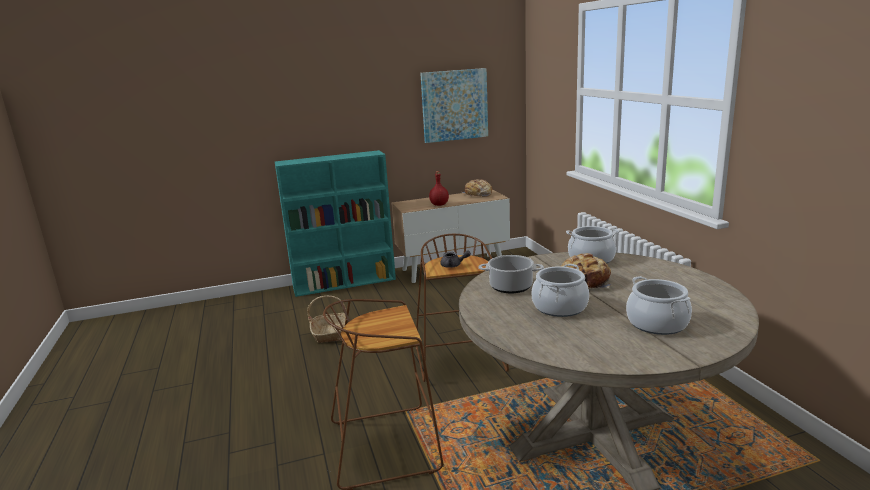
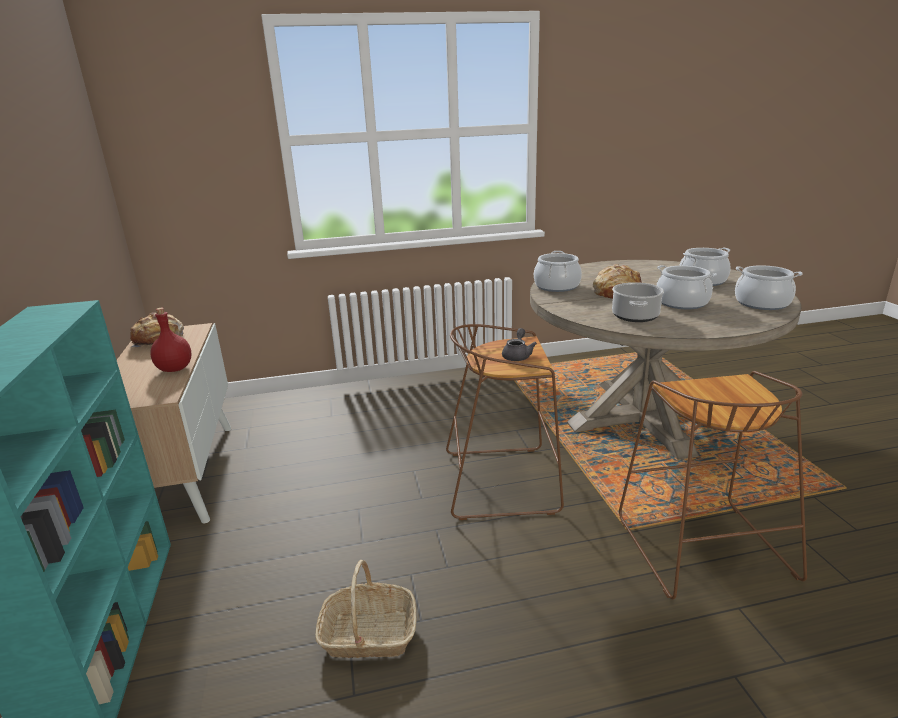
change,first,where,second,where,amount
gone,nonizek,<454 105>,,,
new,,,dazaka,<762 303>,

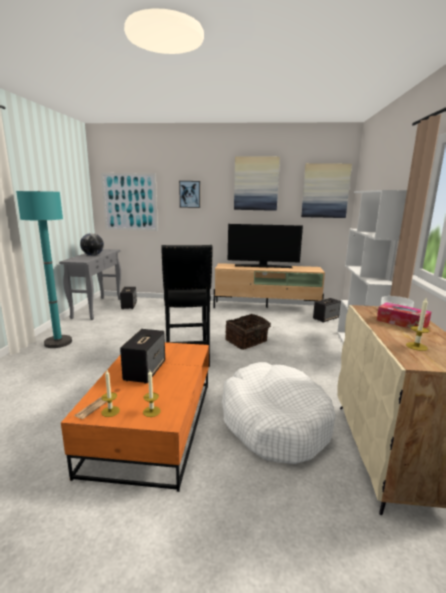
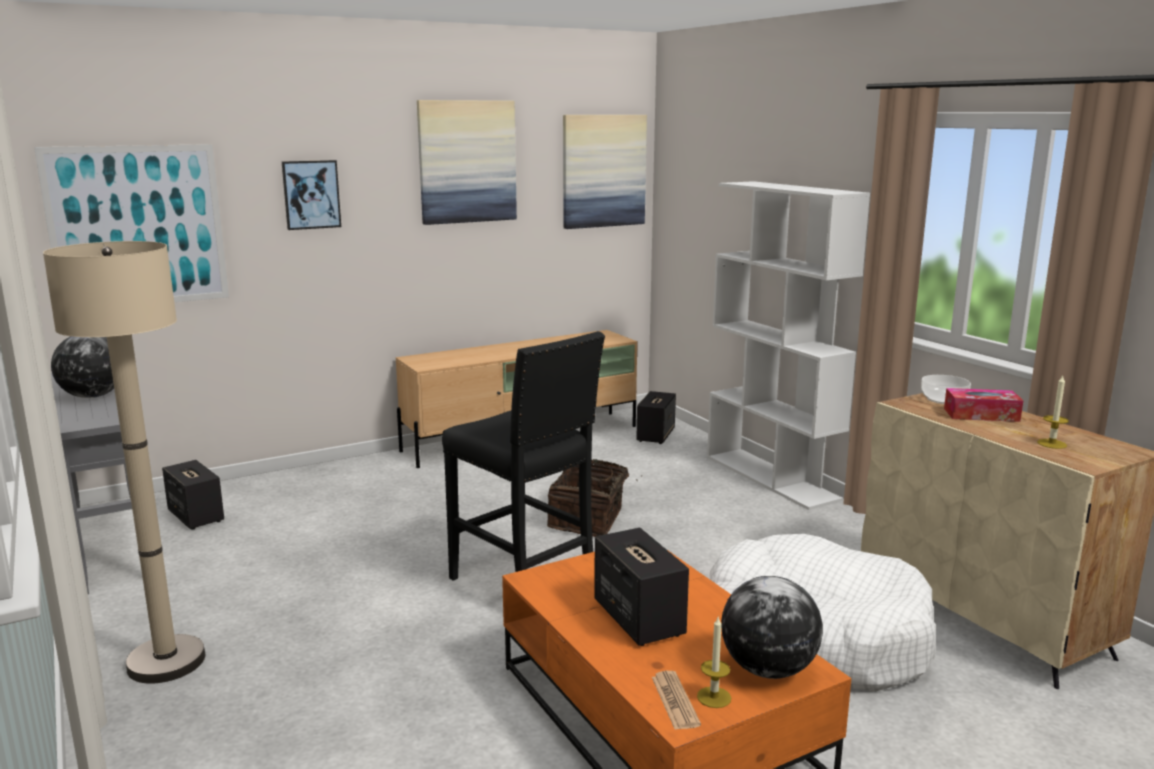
change,first,where,second,where,amount
repainted,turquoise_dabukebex,<58 342>,beige_dabukebex,<166 662>,
gone,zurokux,<263 266>,,,
swapped,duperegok,<151 411>,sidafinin,<769 669>,

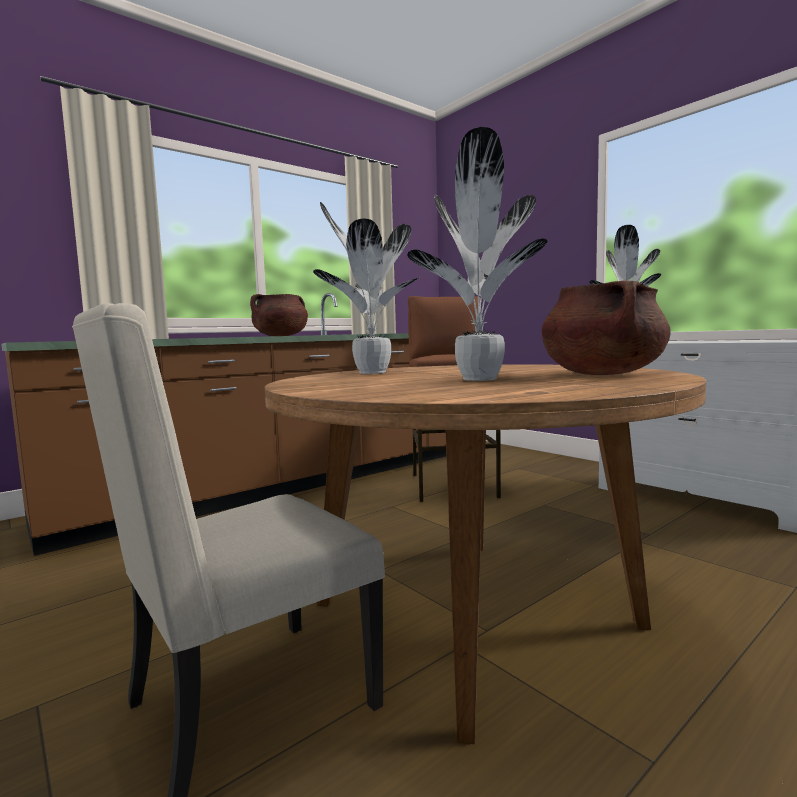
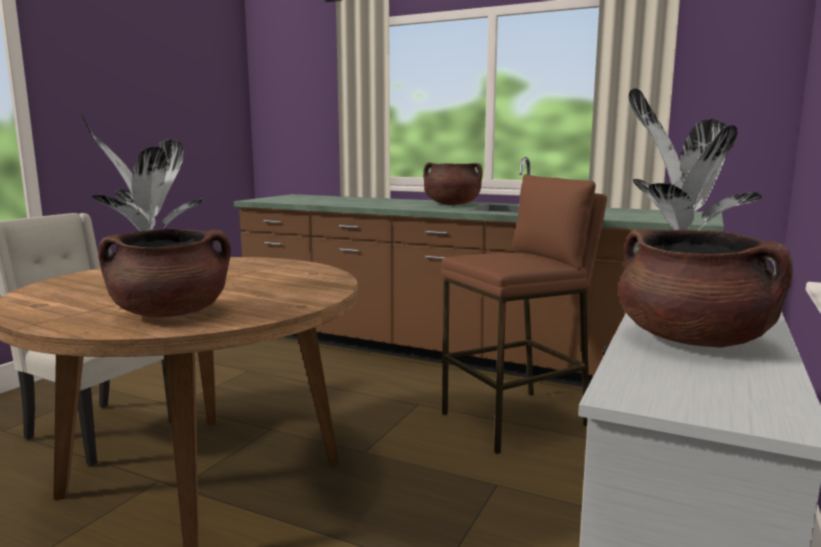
change,first,where,second,where,amount
gone,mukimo,<369 372>,,,
new,,,brown_dazaka,<693 340>,

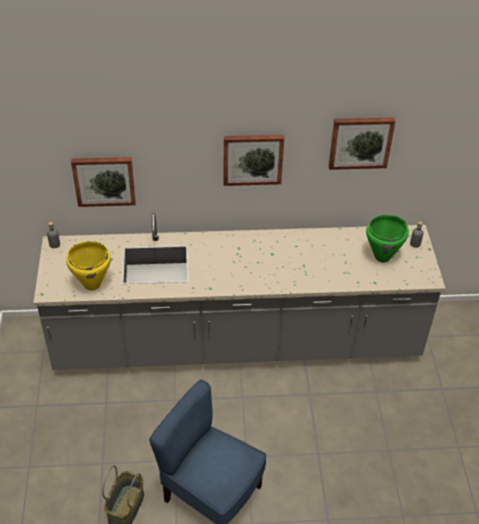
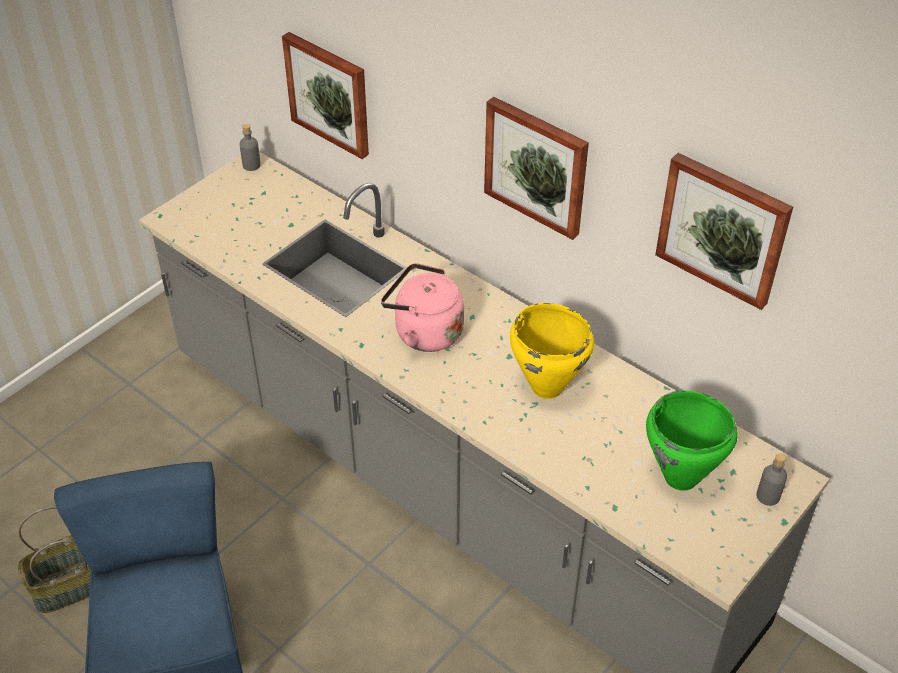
change,first,where,second,where,amount
shifted,yellow_dazaka,<92 284>,,<547 386>,
new,,,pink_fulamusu,<424 332>,

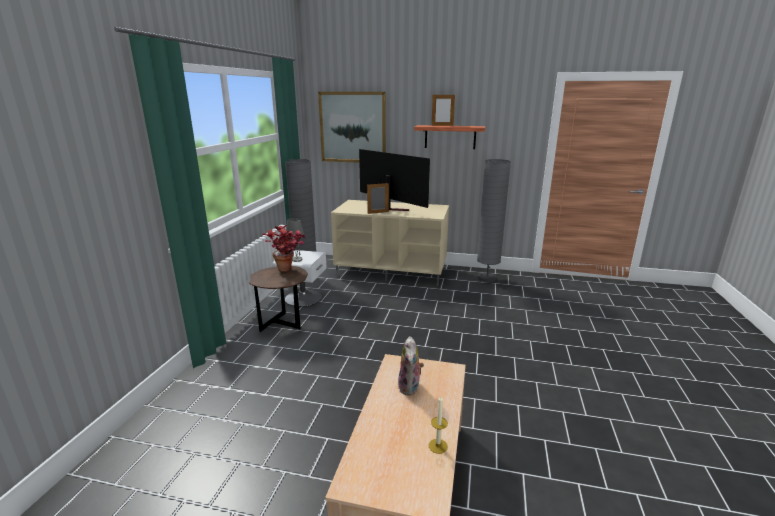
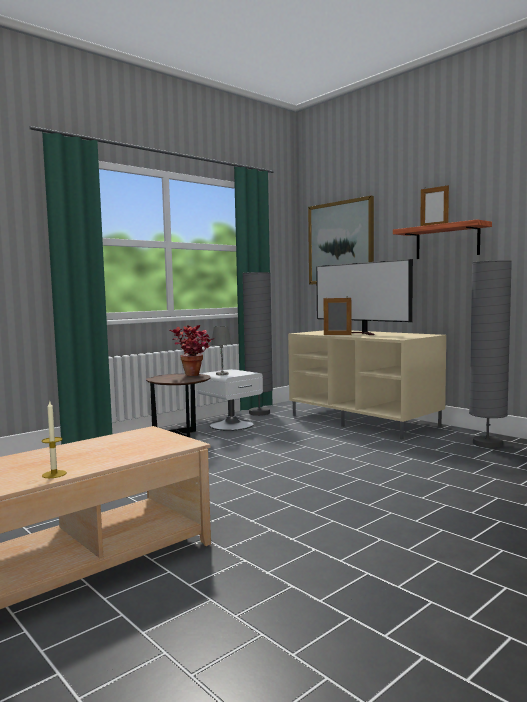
change,first,where,second,where,amount
rotated,zurokux,<391 208>,,<361 334>,150 degrees clockwise
gone,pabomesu,<410 387>,,,

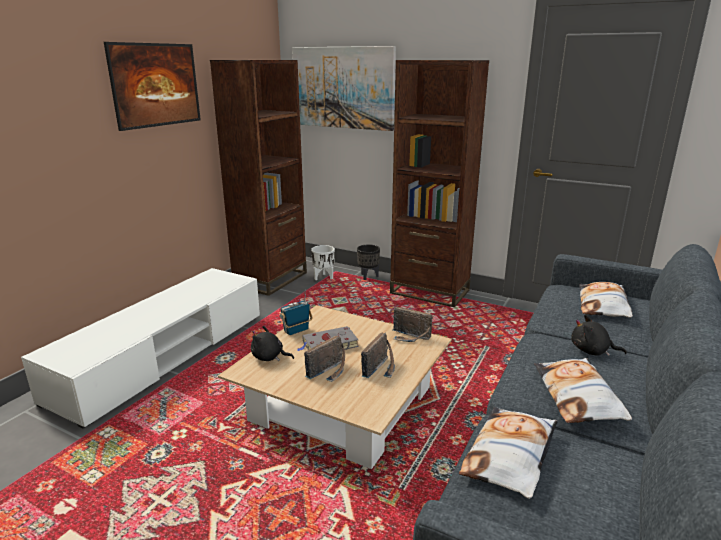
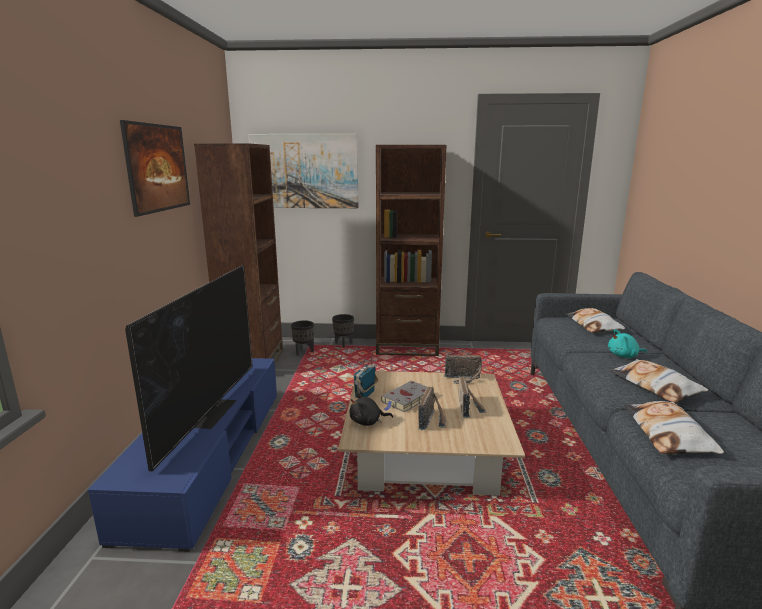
change,first,where,second,where,amount
repainted,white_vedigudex,<323 277>,black_vedigudex,<303 352>,
repainted,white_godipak,<164 355>,blue_godipak,<209 456>,
repainted,black_pabomesu,<592 351>,turquoise_pabomesu,<624 356>,
new,,,zurokux,<210 412>,

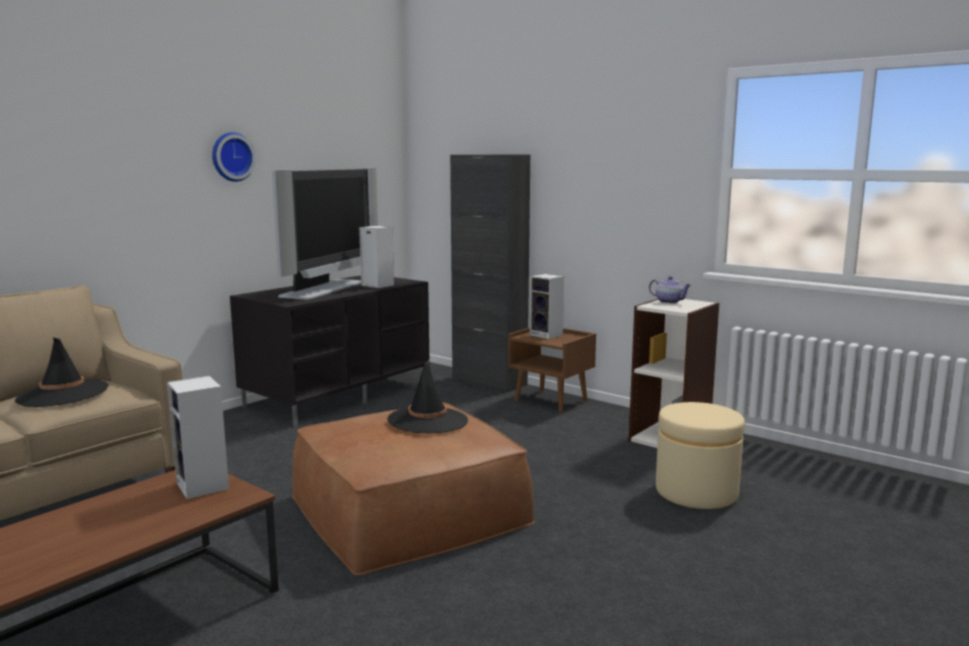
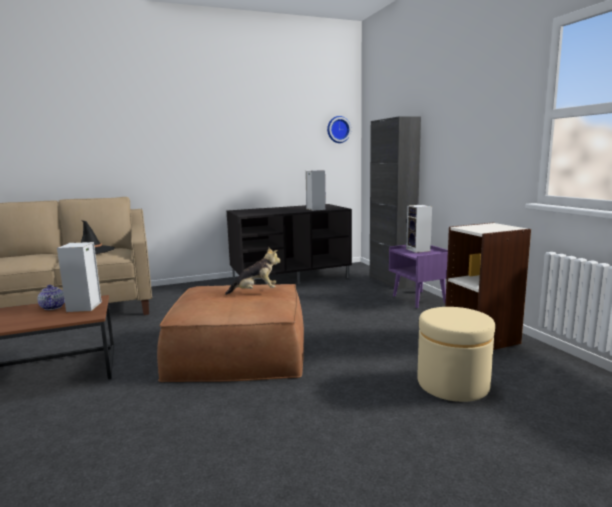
change,first,where,second,where,amount
shifted,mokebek,<231 157>,,<338 129>,
gone,zurokux,<325 289>,,,
shifted,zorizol,<669 302>,,<53 307>,
repainted,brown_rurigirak,<552 401>,purple_rurigirak,<419 299>,
swapped,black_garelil,<428 420>,pabomesu,<255 292>,

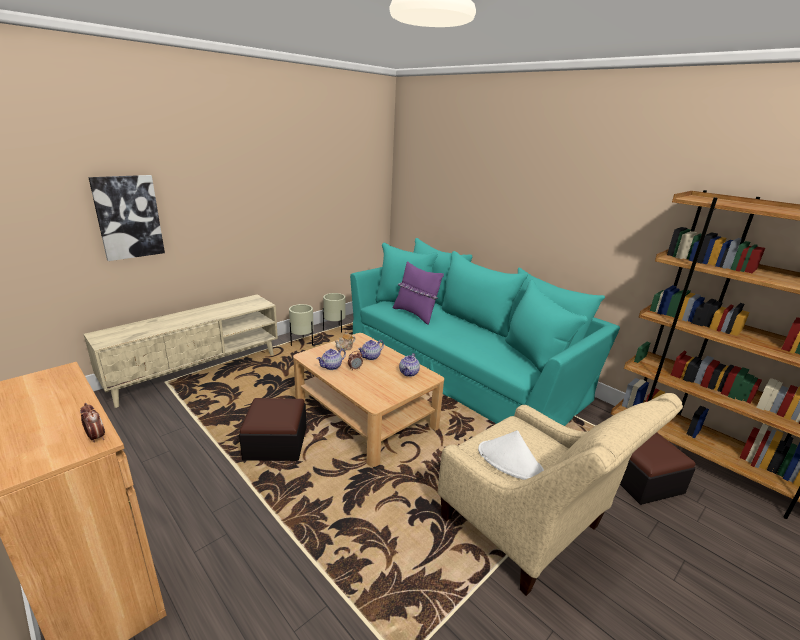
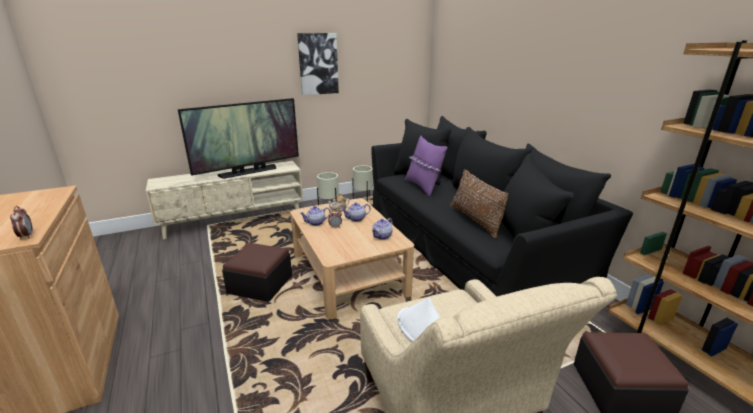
change,first,where,second,where,amount
shifted,nonizek,<128 217>,,<318 64>,
repainted,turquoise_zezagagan,<462 368>,black_zezagagan,<465 245>,
new,,,zurokux,<249 172>,
new,,,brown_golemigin,<475 220>,

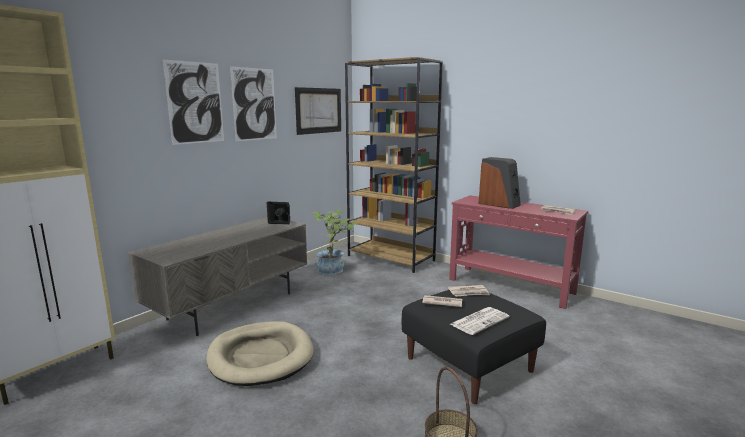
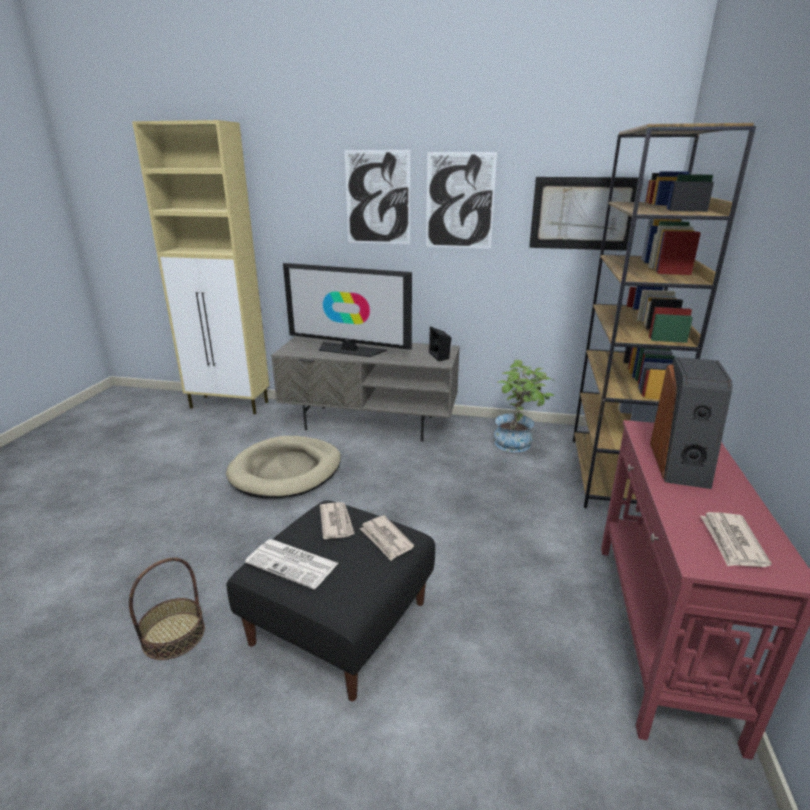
change,first,where,second,where,amount
new,,,zurokux,<349 350>,

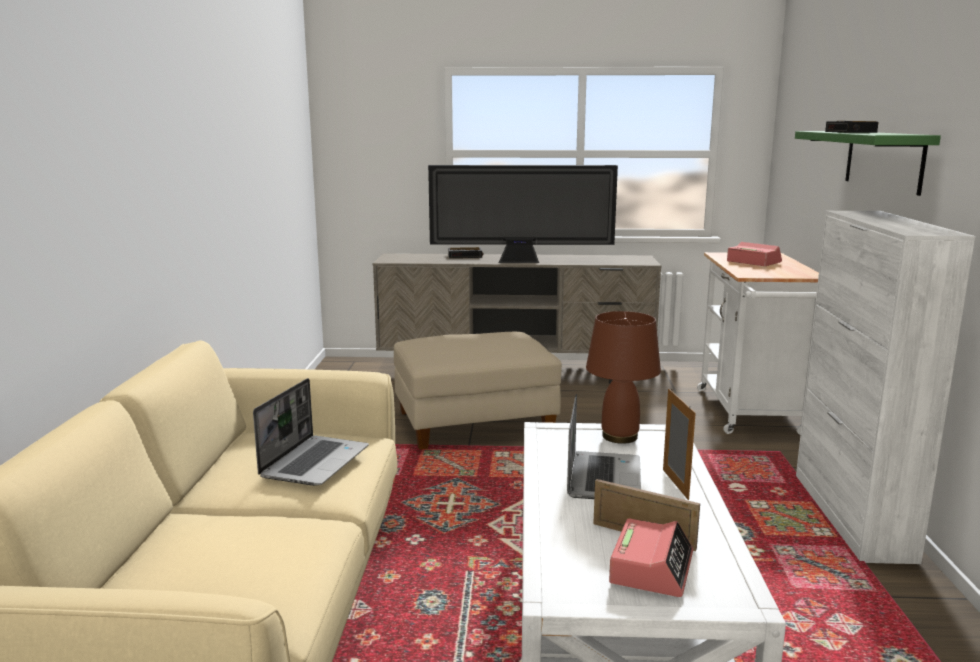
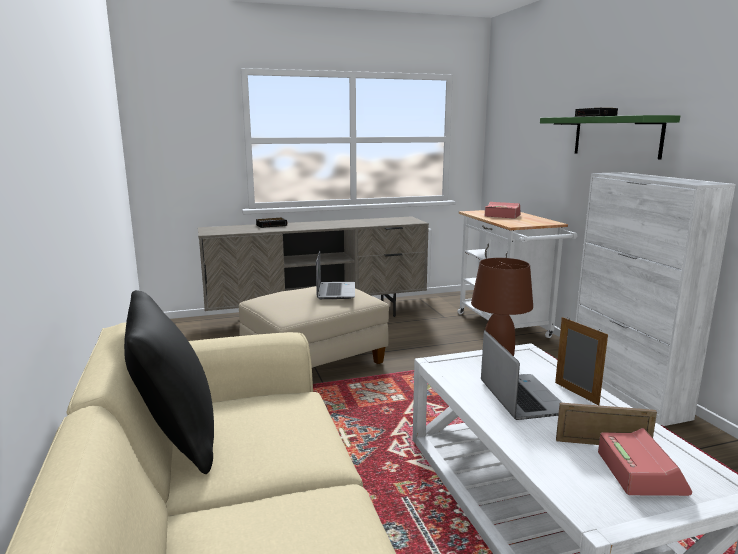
change,first,where,second,where,amount
gone,zurokux,<521 261>,,,
shifted,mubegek,<315 462>,,<335 291>,
new,,,black_golemigin,<176 439>,

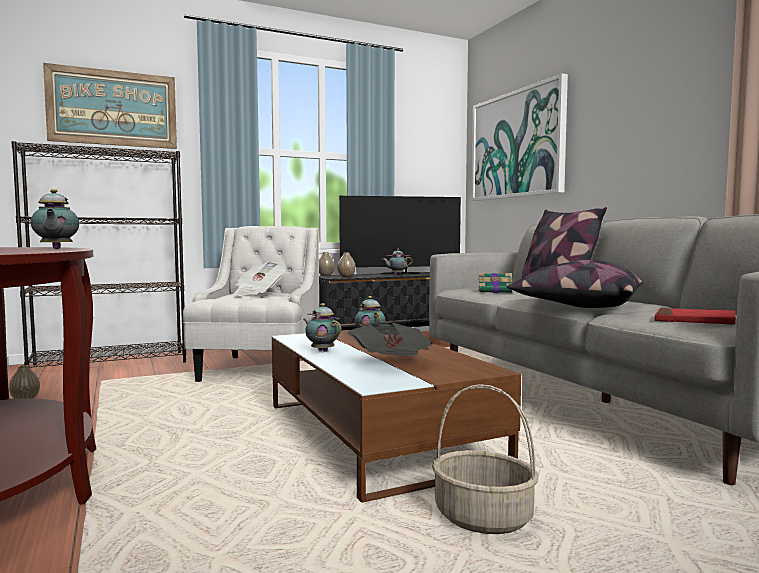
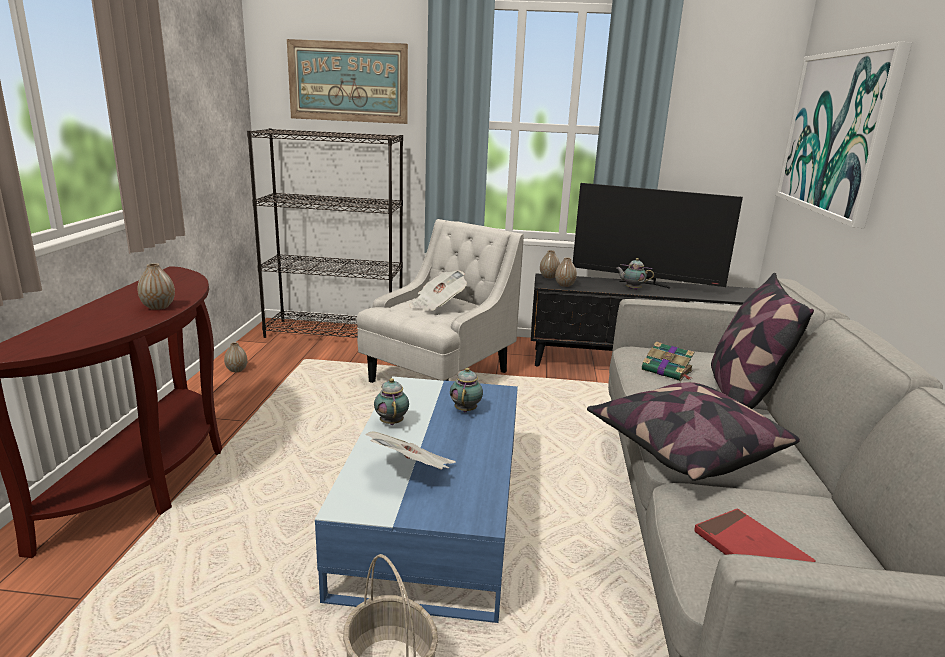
change,first,where,second,where,amount
swapped,zorizol,<55 249>,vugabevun,<158 307>,
repainted,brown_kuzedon,<376 434>,blue_kuzedon,<434 514>,

